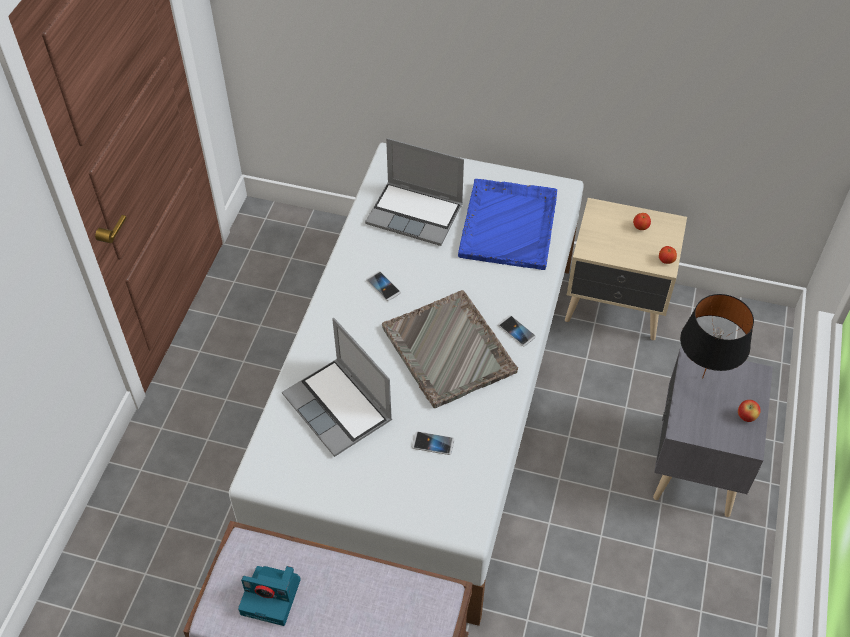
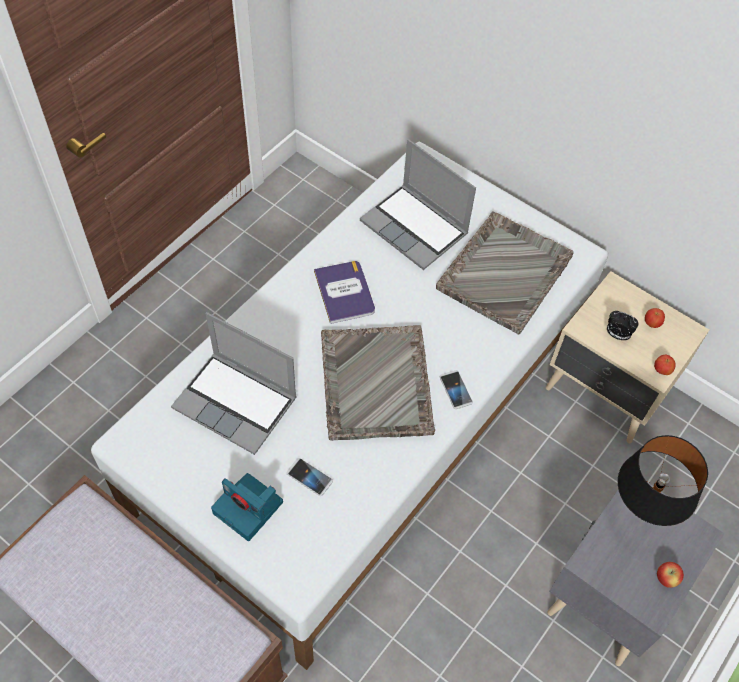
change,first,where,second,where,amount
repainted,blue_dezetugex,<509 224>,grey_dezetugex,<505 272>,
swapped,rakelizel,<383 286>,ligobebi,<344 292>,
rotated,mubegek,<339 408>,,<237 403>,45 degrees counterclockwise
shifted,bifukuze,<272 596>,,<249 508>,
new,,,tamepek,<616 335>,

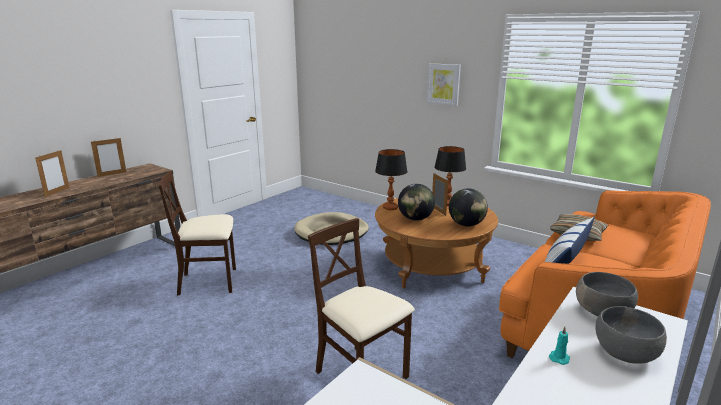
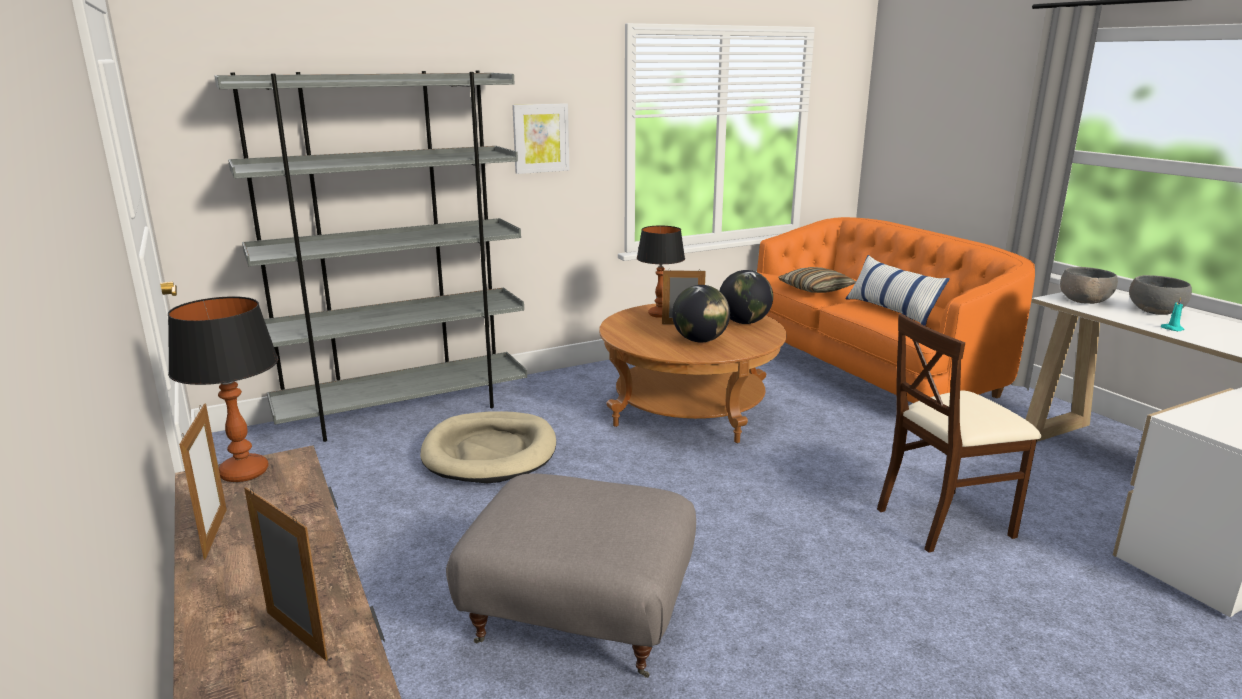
change,first,where,second,where,amount
shifted,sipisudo,<390 208>,,<243 472>,
swapped,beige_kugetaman,<209 282>,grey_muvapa,<578 621>,
new,,,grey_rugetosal,<405 411>,

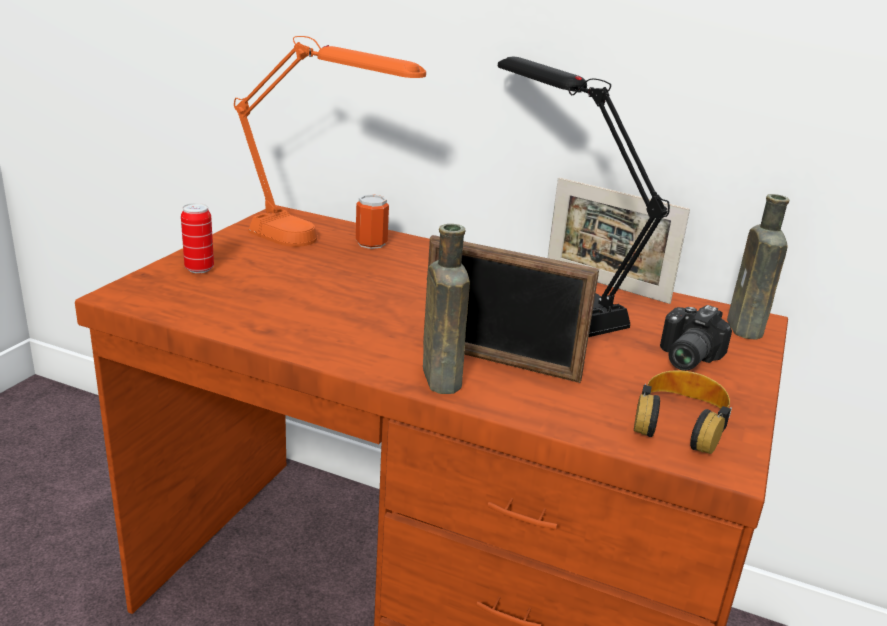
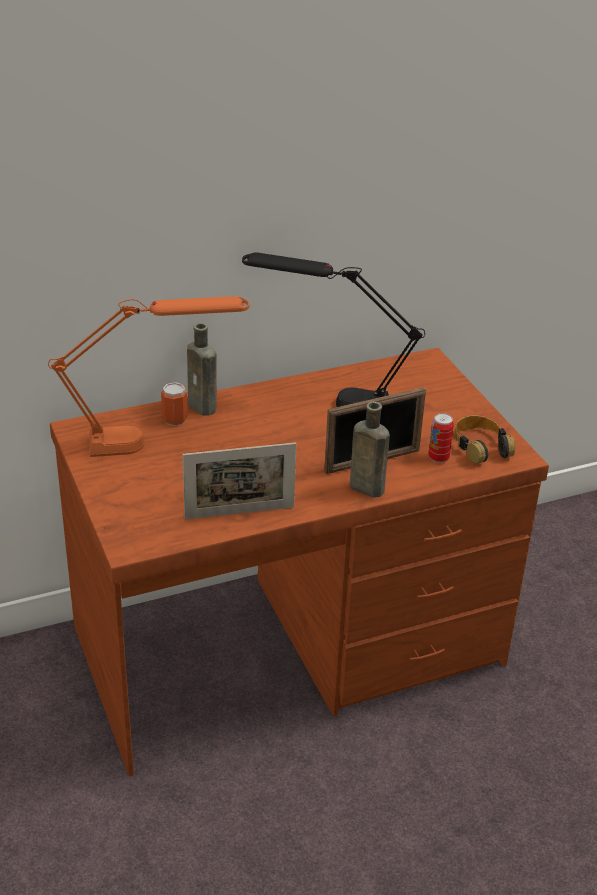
change,first,where,second,where,amount
shifted,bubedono,<606 284>,,<239 513>,
shifted,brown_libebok,<745 329>,,<203 408>,
shifted,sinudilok,<199 269>,,<438 458>,
gone,bifukuze,<684 357>,,,

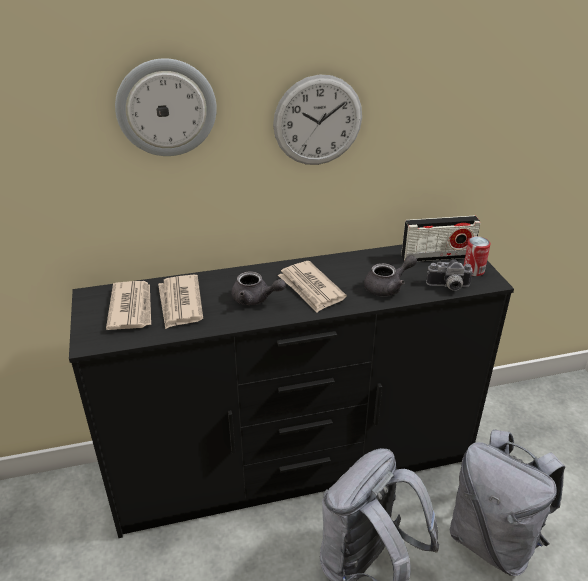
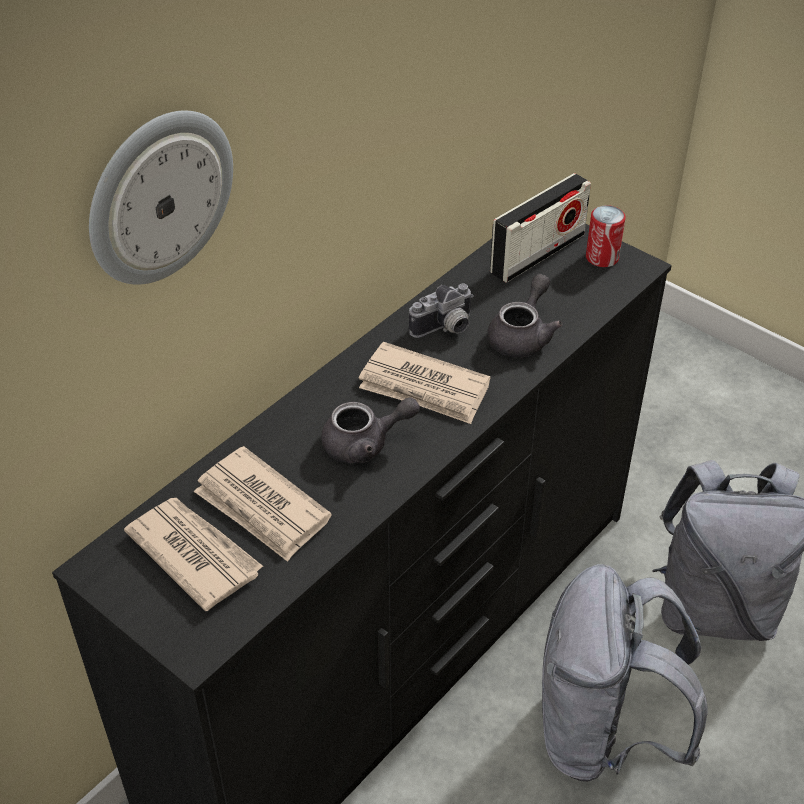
change,first,where,second,where,amount
gone,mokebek,<318 121>,,,
shifted,bifukuze,<448 287>,,<445 329>,

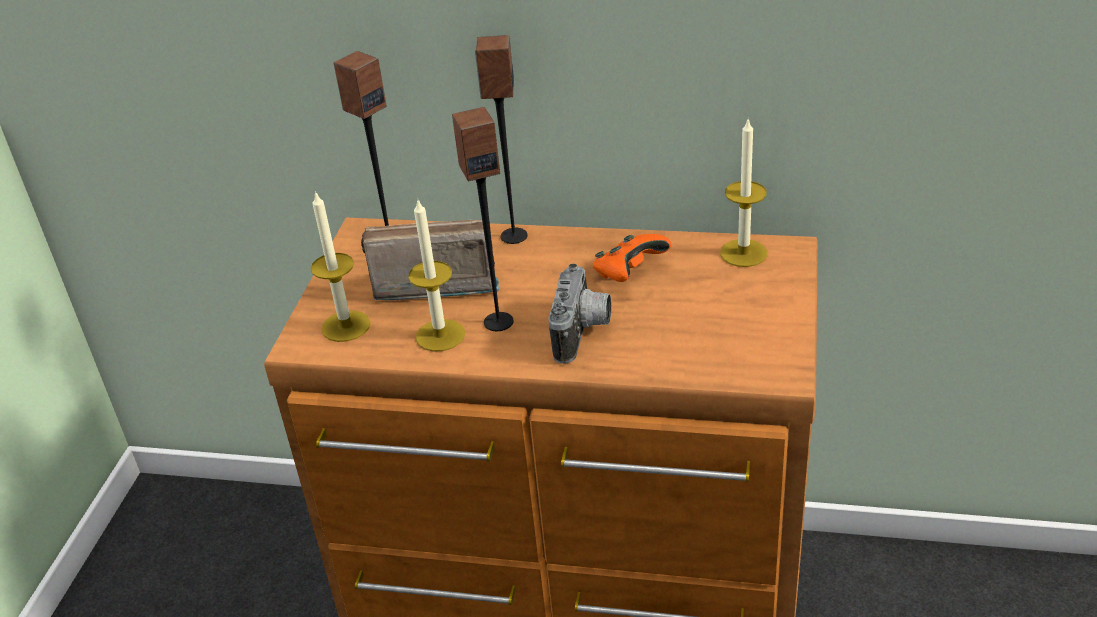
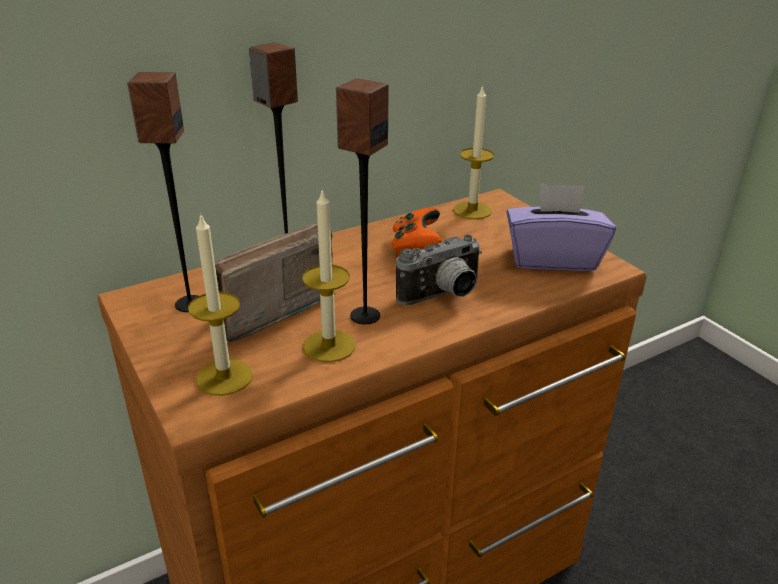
change,first,where,second,where,amount
rotated,bifukuze,<583 333>,,<443 296>,90 degrees clockwise
new,,,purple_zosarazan,<552 258>,

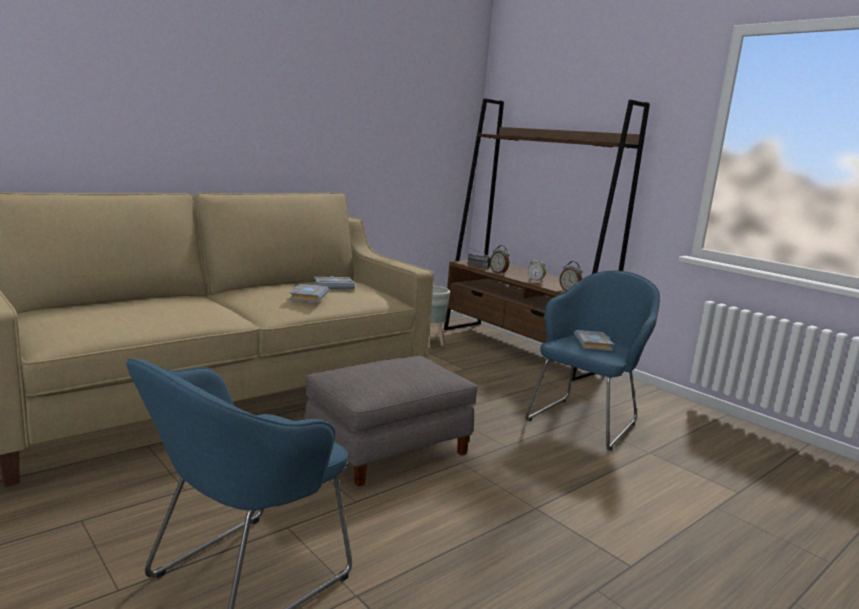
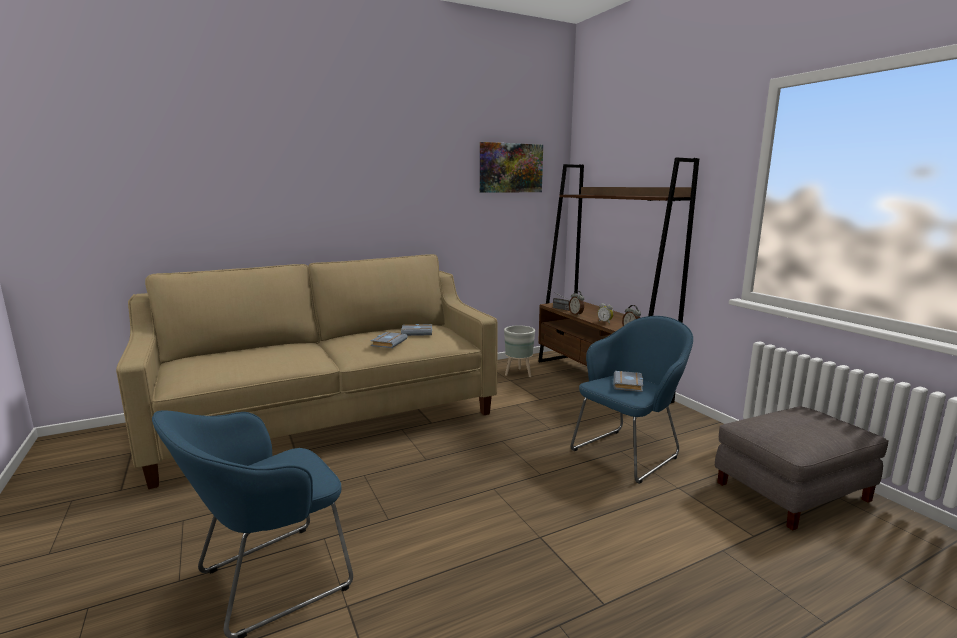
change,first,where,second,where,amount
shifted,grey_muvapa,<388 448>,,<791 491>,
new,,,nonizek,<510 168>,

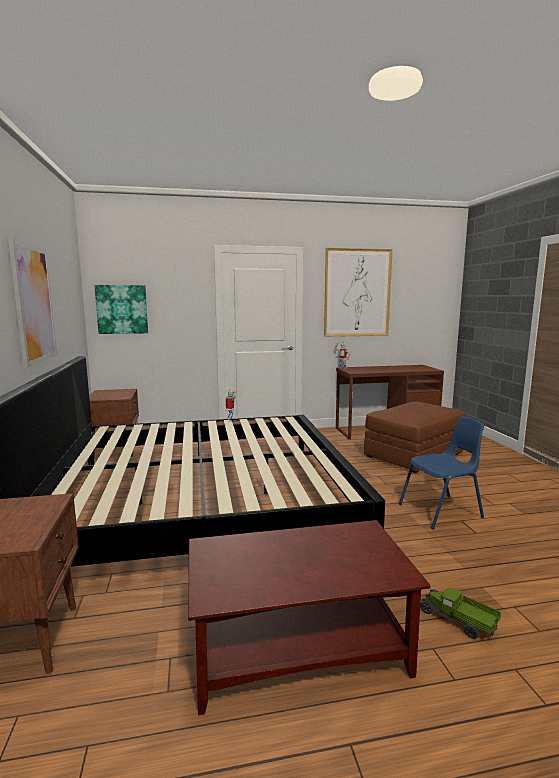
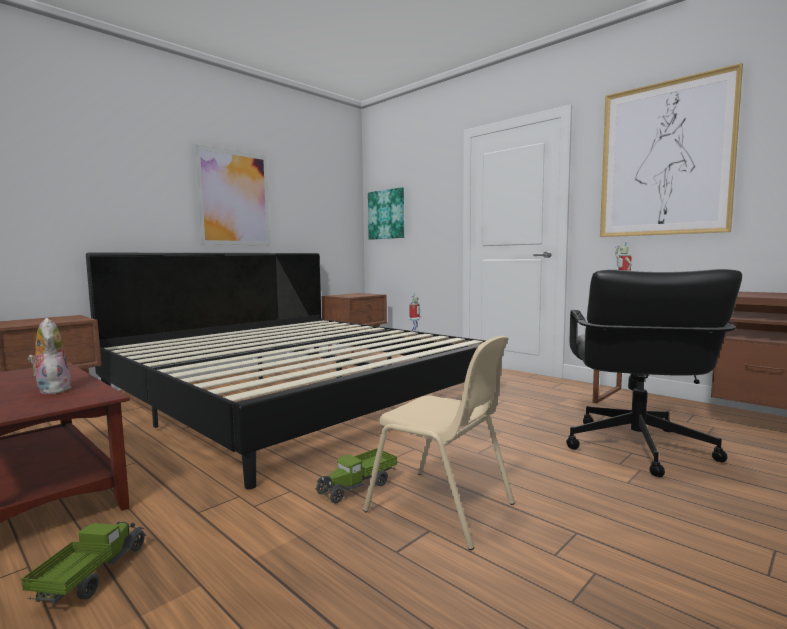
change,first,where,second,where,amount
swapped,brown_muvapa,<413 455>,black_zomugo,<636 448>,
repainted,blue_kugetaman,<442 511>,beige_kugetaman,<442 508>,
new,,,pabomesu,<51 390>,
new,,,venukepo,<358 487>,

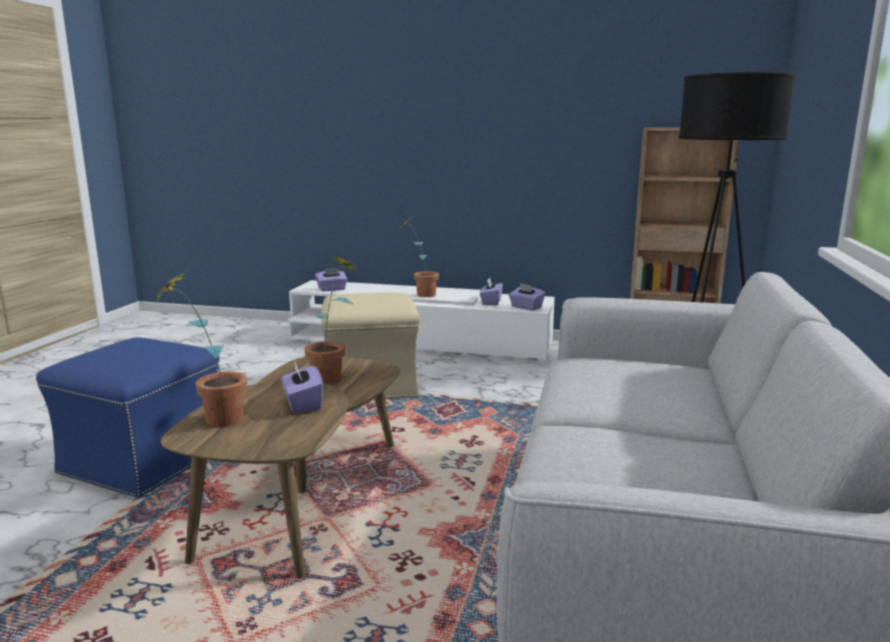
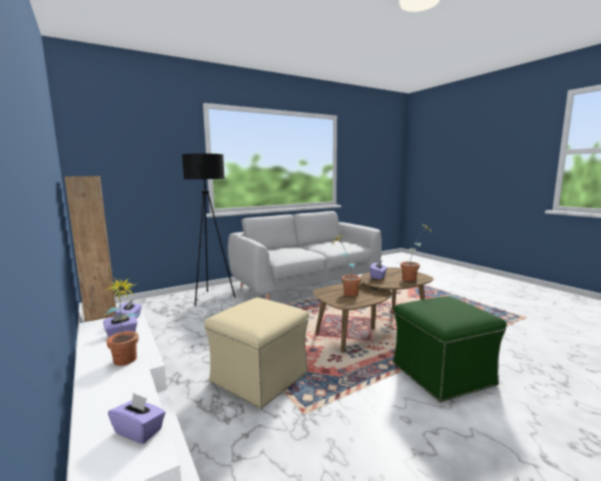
change,first,where,second,where,amount
repainted,blue_muvapa,<145 460>,green_muvapa,<441 374>,

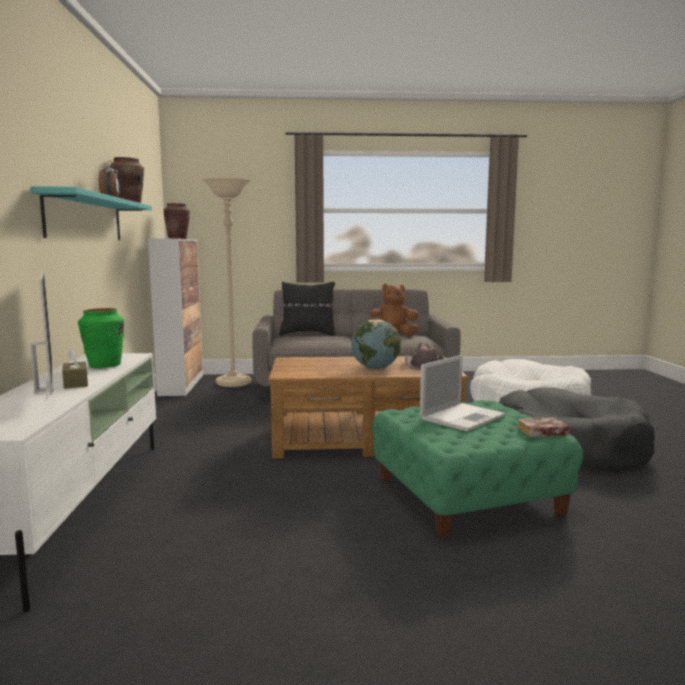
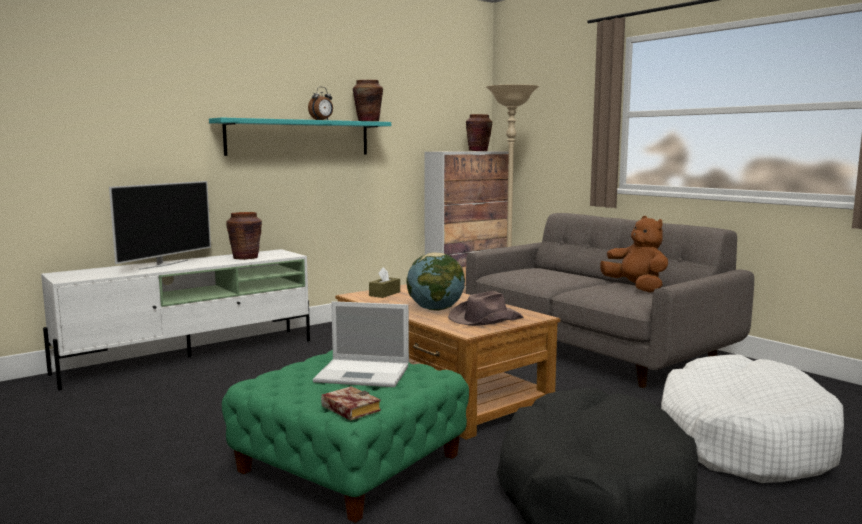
change,first,where,second,where,amount
gone,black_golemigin,<308 334>,,,
repainted,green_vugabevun,<104 366>,brown_vugabevun,<245 258>,
shifted,brown_zosarazan,<76 383>,,<384 294>,

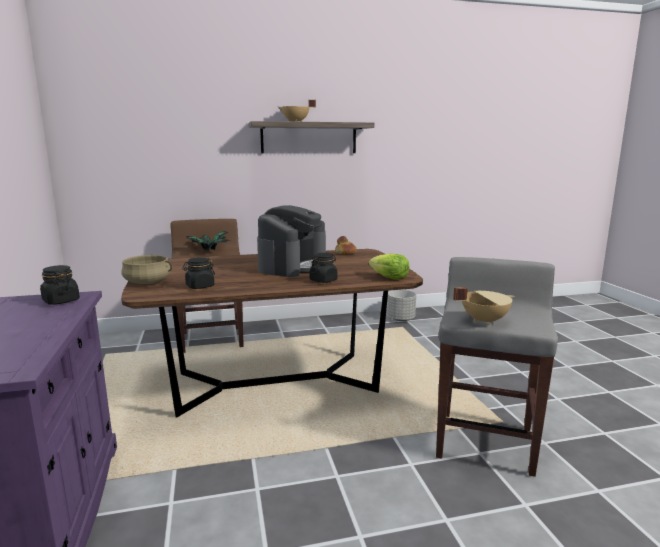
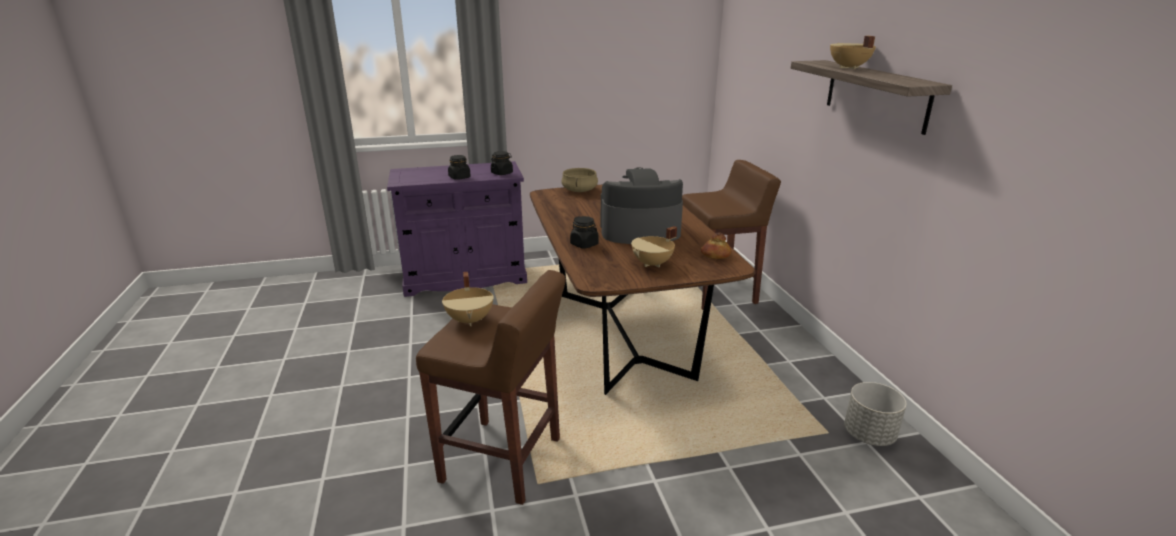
change,first,where,second,where,amount
rotated,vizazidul,<293 266>,,<639 231>,150 degrees clockwise
gone,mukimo,<209 251>,,,
gone,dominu,<389 277>,,,
shifted,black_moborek,<200 286>,,<459 177>,
repainted,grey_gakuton,<485 441>,brown_gakuton,<503 461>,
new,,,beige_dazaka,<653 264>,

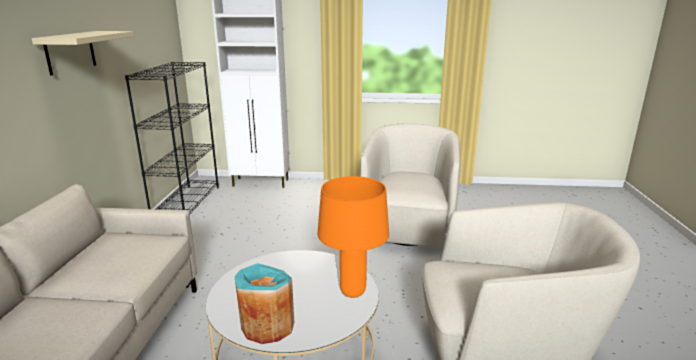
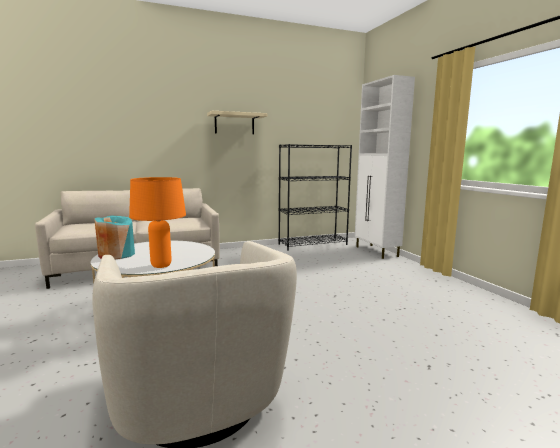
change,first,where,second,where,amount
gone,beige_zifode,<408 228>,,,

